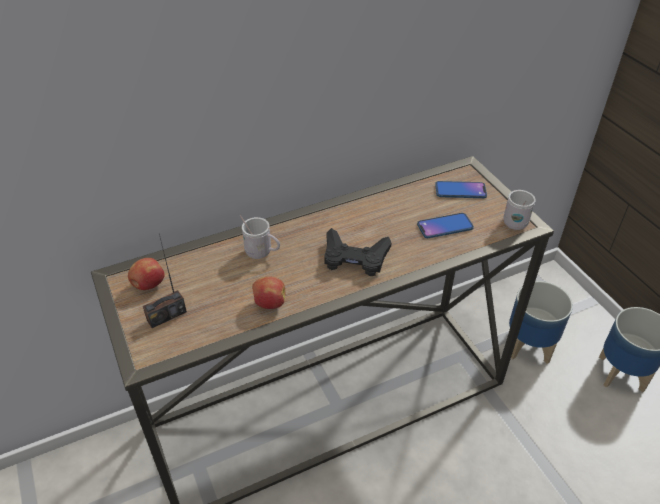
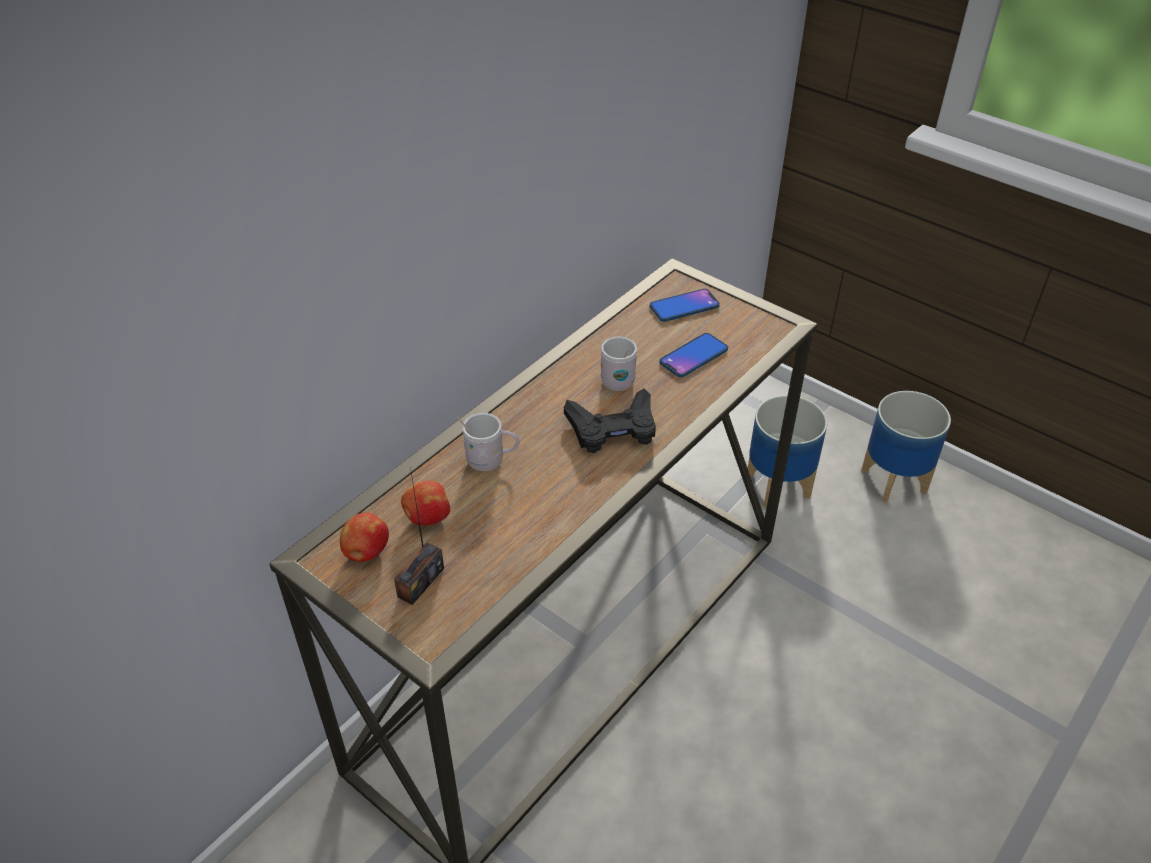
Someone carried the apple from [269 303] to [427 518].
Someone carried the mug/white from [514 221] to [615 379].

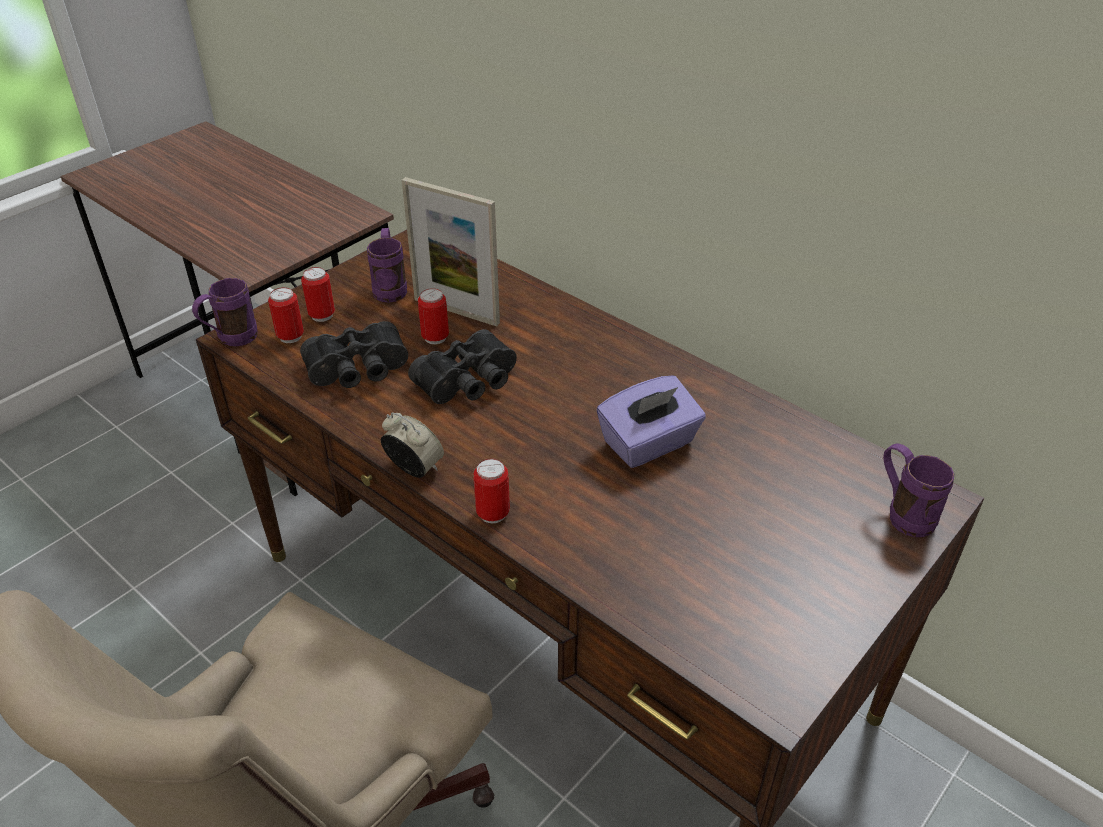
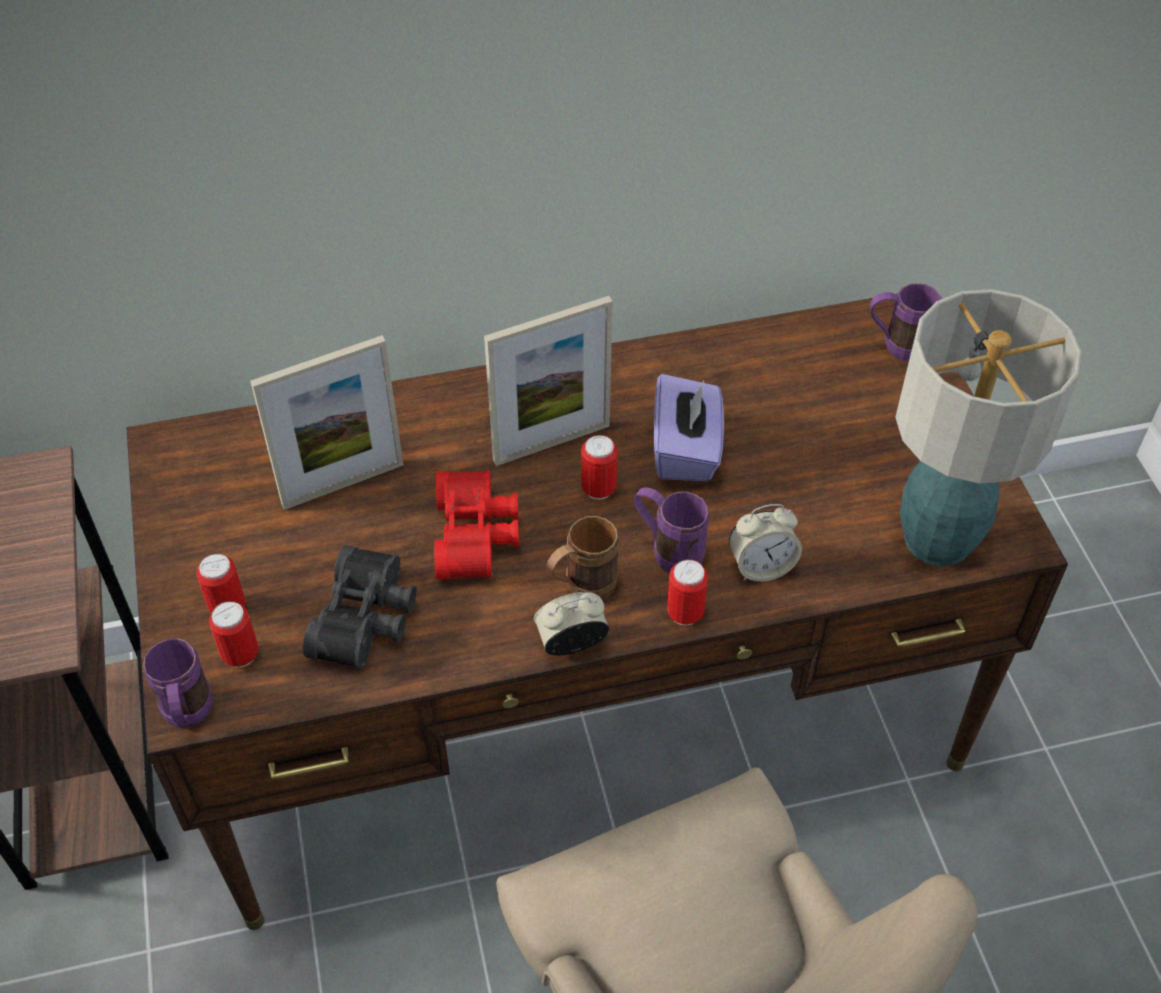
Someone repainted the binoculars/black at [470 383], which became the binoculars/red at [478 535].
Someone put down the picture frame at [551 443].
Someone put down the mug/brown at [581 588].
Someone carried the can from [435 338] to [598 489].
Someone carried the mug/purple from [390 287] to [668 551].
Someone put down the alarm clock at [761 566].
Someone put down the table lamp at [935 539].

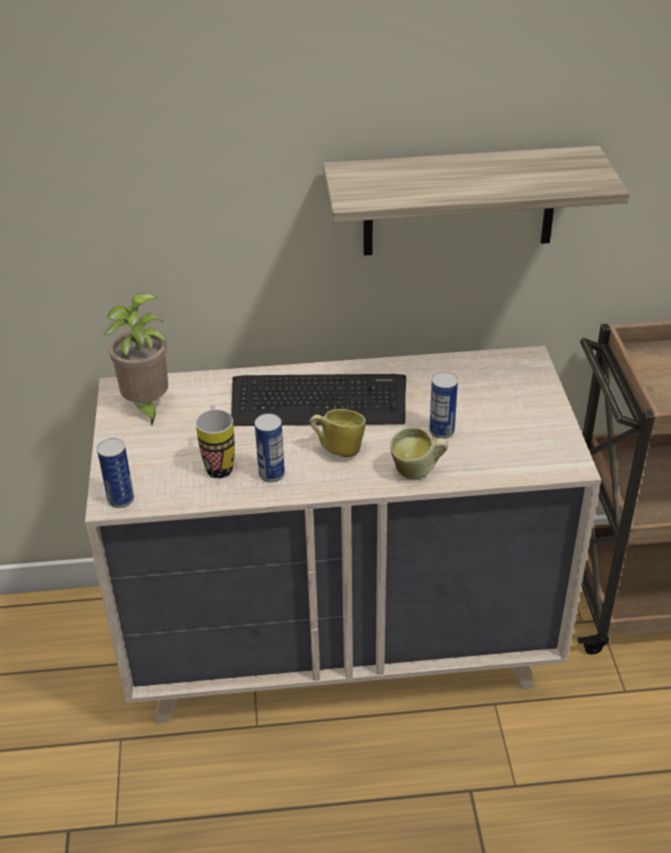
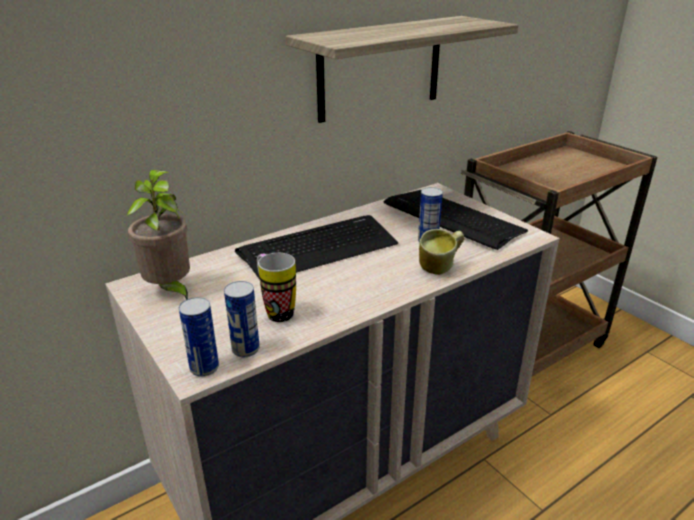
Someone carried the can from [271 474] to [245 349].
Someone put down the keyboard at [452 219].
Someone took away the mug at [338 449].

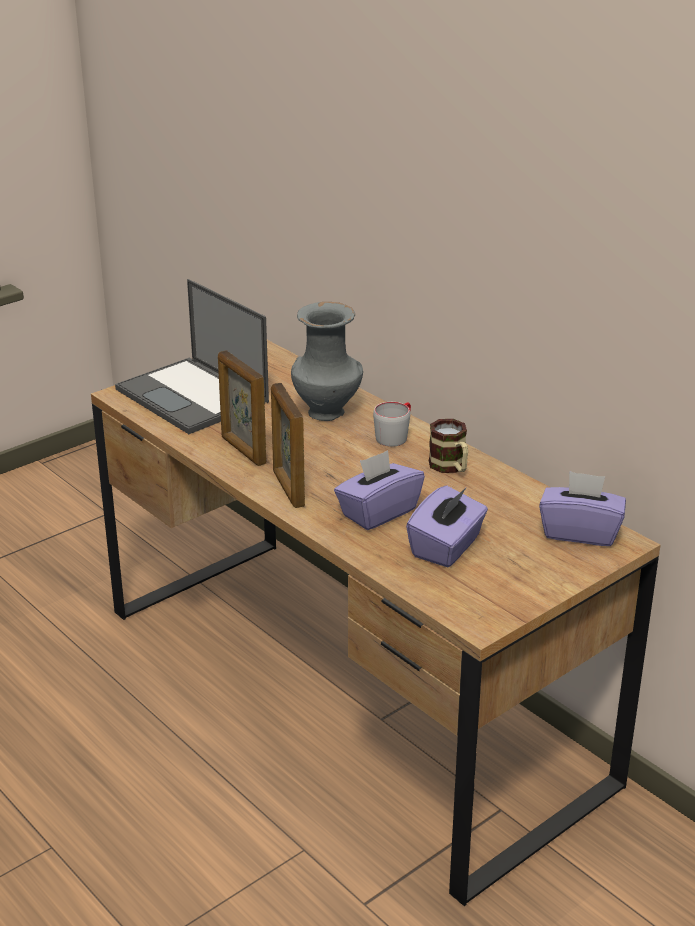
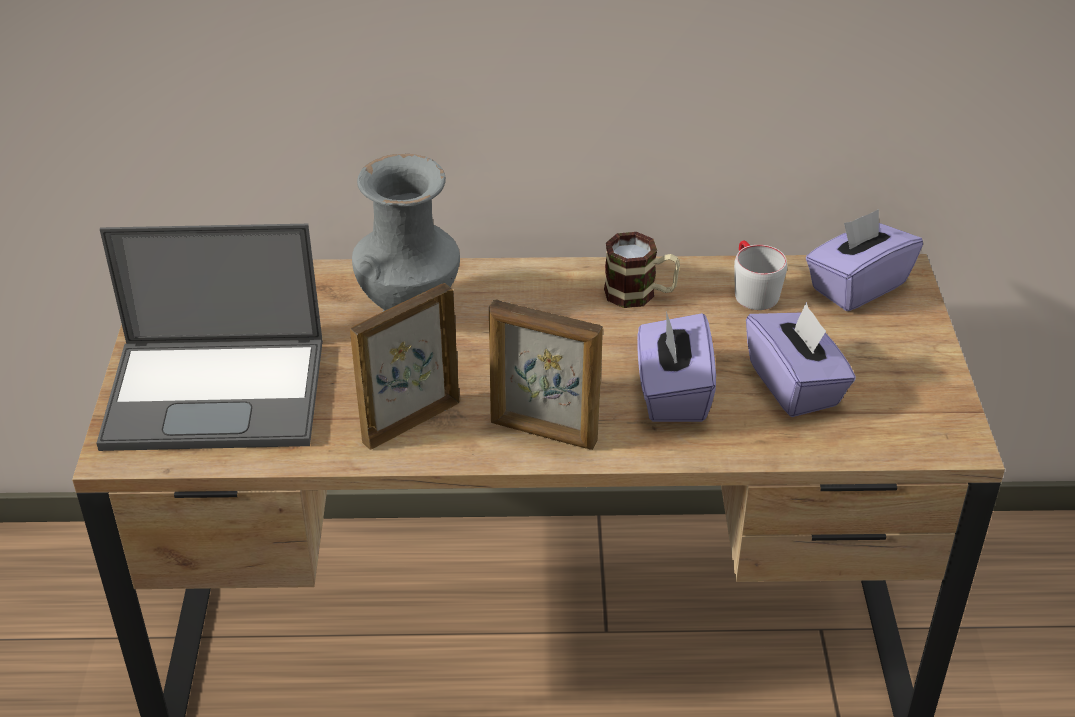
Someone rotated the picture frame at [243 450] by 135 degrees clockwise.
Someone carried the mug/grey from [395 435] to [751 290].

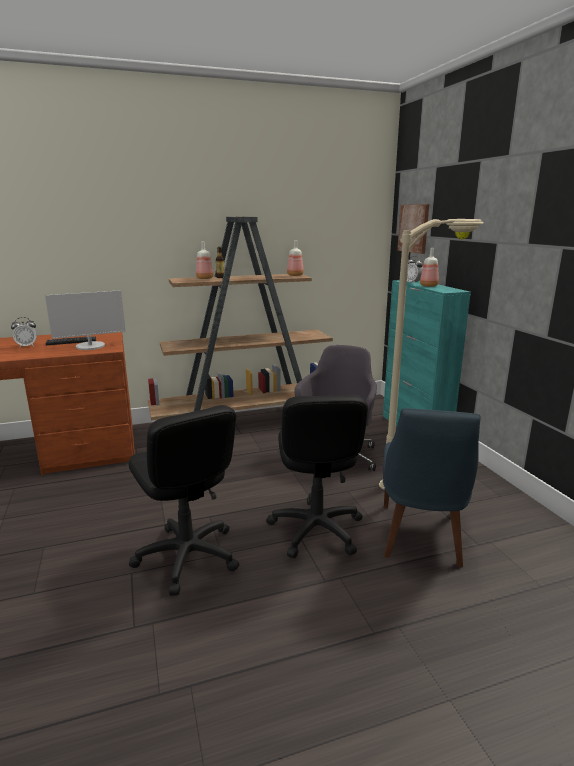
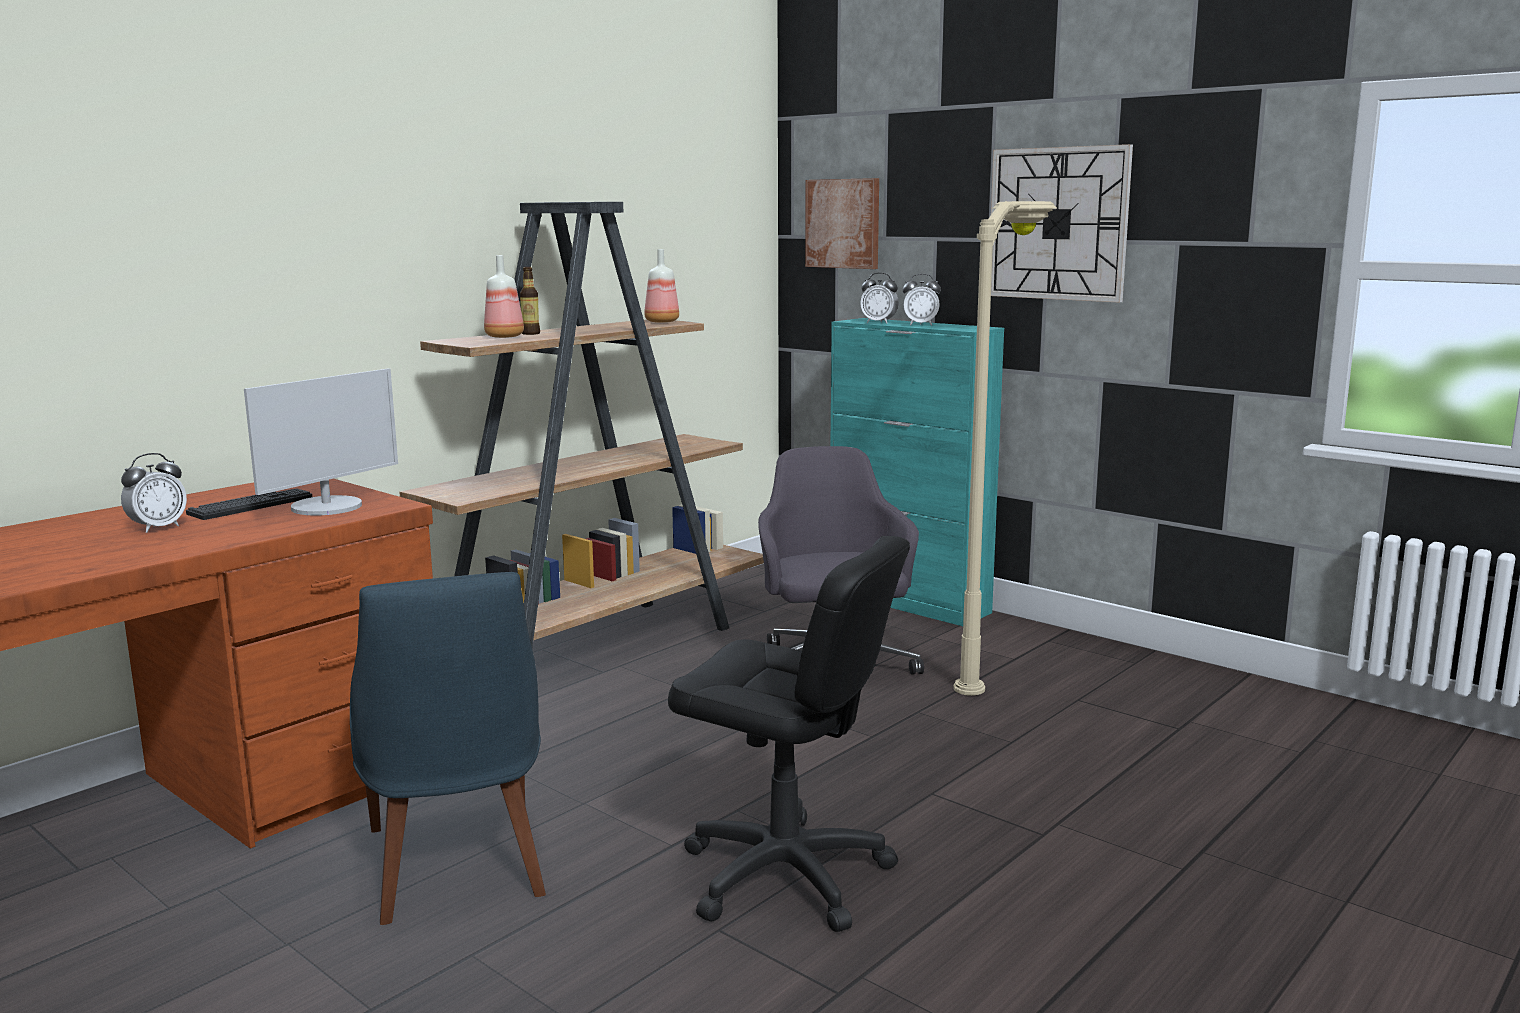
Someone carried the chair/blue from [420 537] to [456 866].
Someone swapped the bottle at [429 286] for the alarm clock at [920 325].
Someone put up the wall clock at [1058 224].
Someone took away the office chair/black at [316 530].

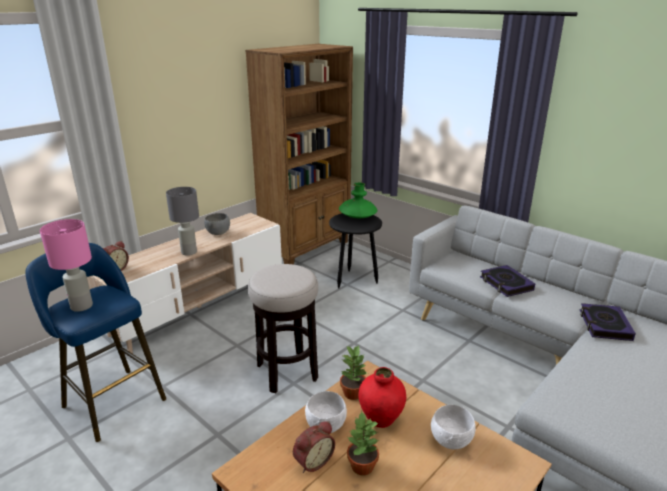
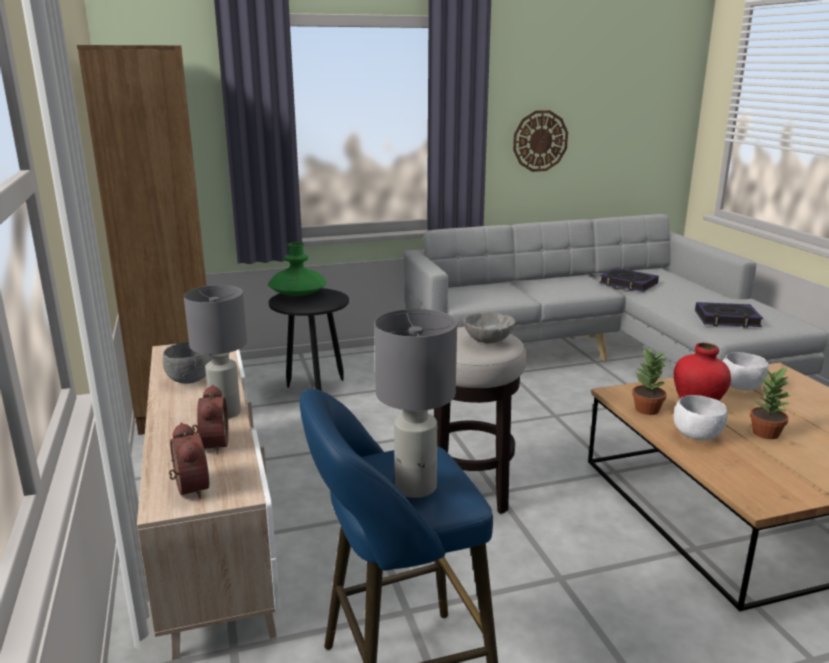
Someone carried the alarm clock from [312 461] to [212 445].
Someone repainted the table lamp/pink at [81 306], which became the table lamp/grey at [416 487].
Someone put down the bowl/grey at [488 341].
Someone put up the wall clock at [540 141].
Someone carried the book from [506 284] to [727 319].

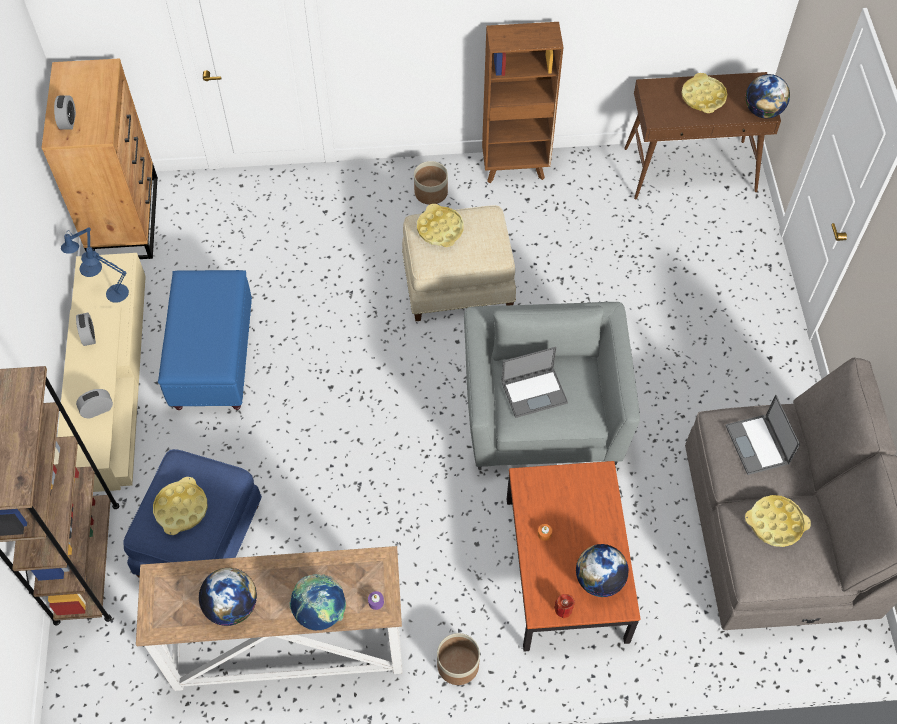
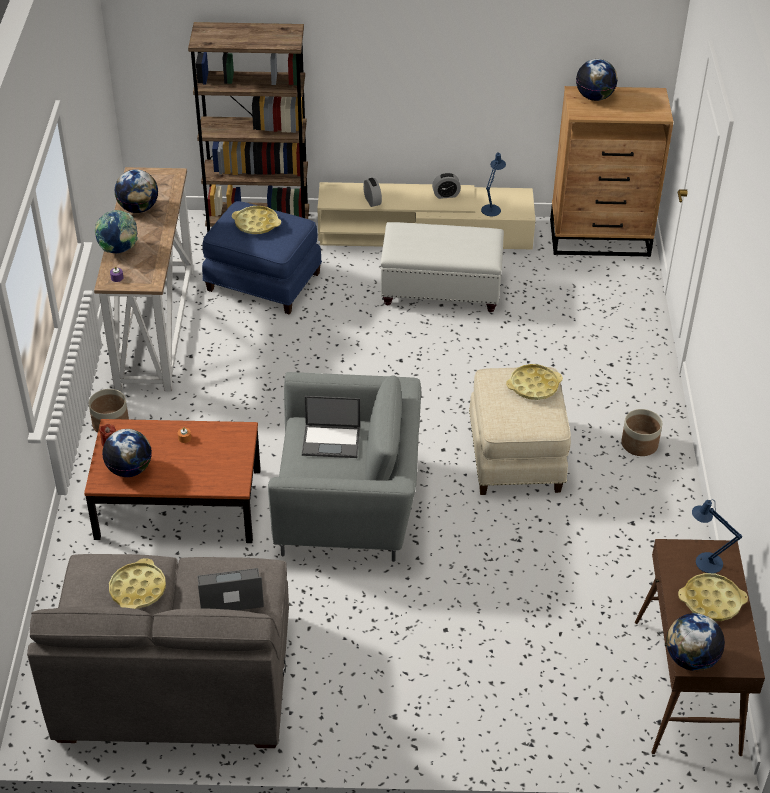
Someone rotated the laptop at [535 392] by 75 degrees counterclockwise.
Someone repainted the ottoman/blue at [213 357], which became the ottoman/white at [441 290].
Someone swapped the alarm clock at [68 121] for the globe at [594 97].
Someone carried the table lamp/blue from [89 270] to [705 561].
Someone took away the bookcase/brown at [515 168].

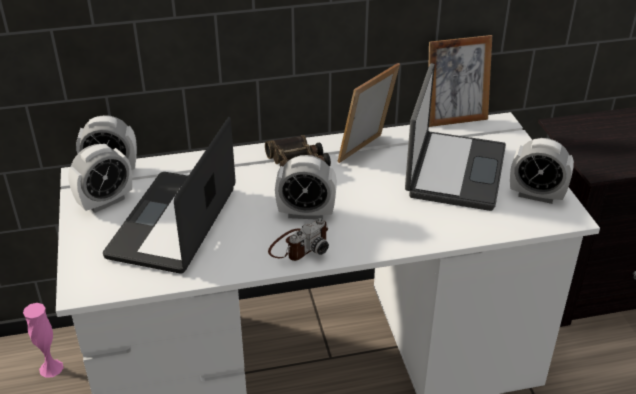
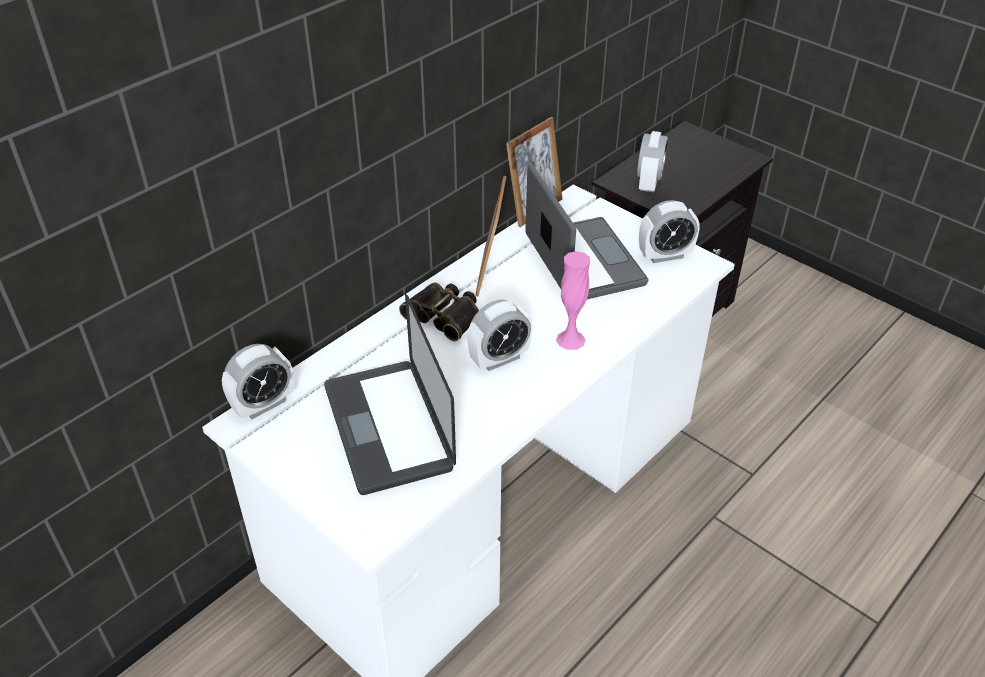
Someone carried the vase/pink from [51 368] to [570 340].
Someone carried the alarm clock from [105 201] to [648 183].
Someone took away the photo camera at [299 246].

